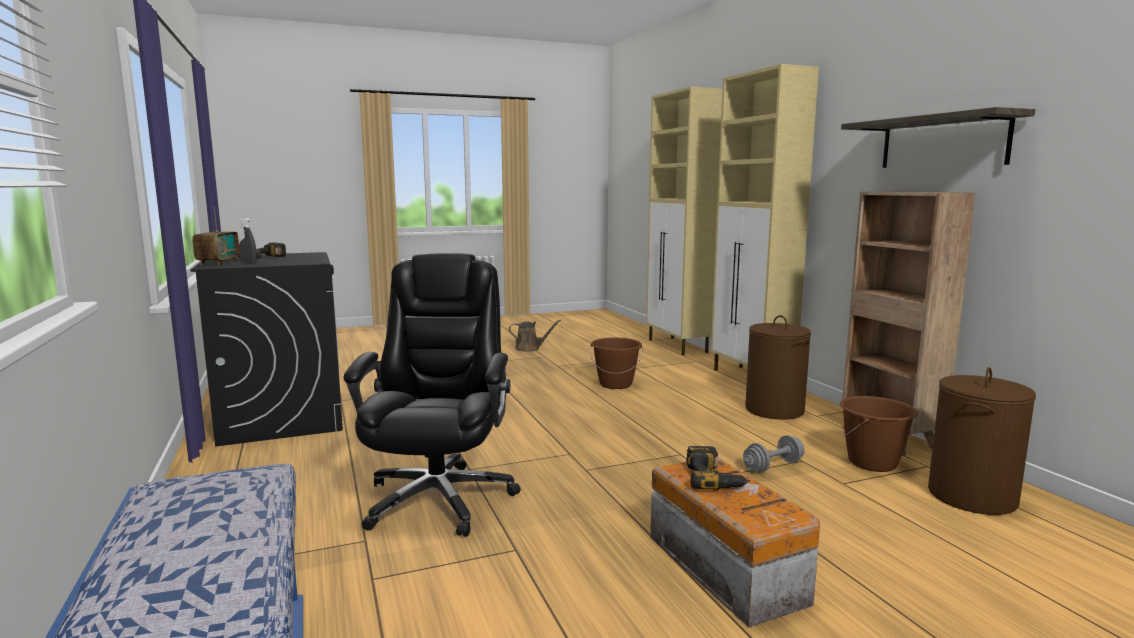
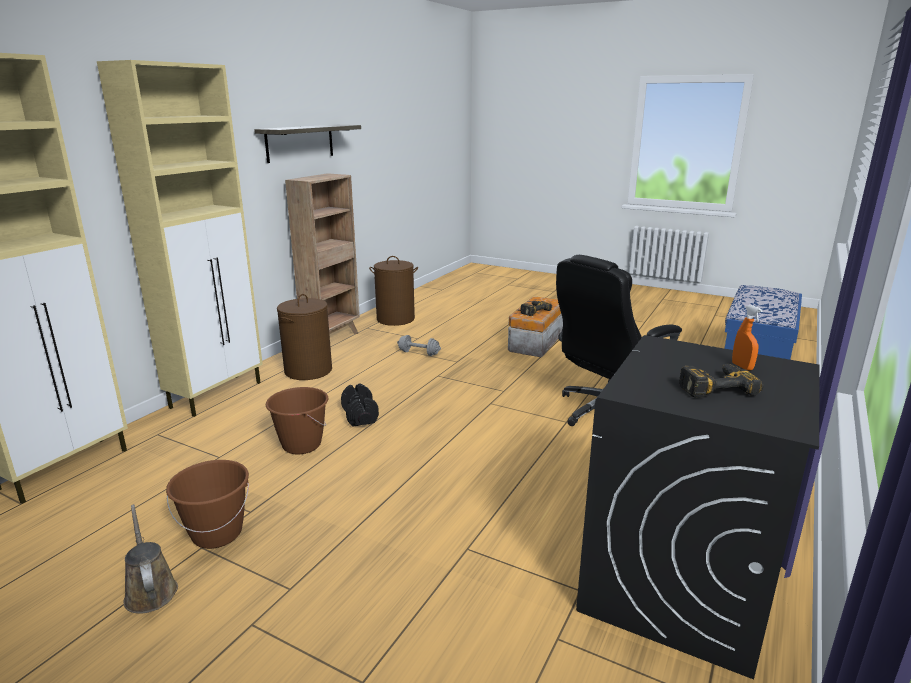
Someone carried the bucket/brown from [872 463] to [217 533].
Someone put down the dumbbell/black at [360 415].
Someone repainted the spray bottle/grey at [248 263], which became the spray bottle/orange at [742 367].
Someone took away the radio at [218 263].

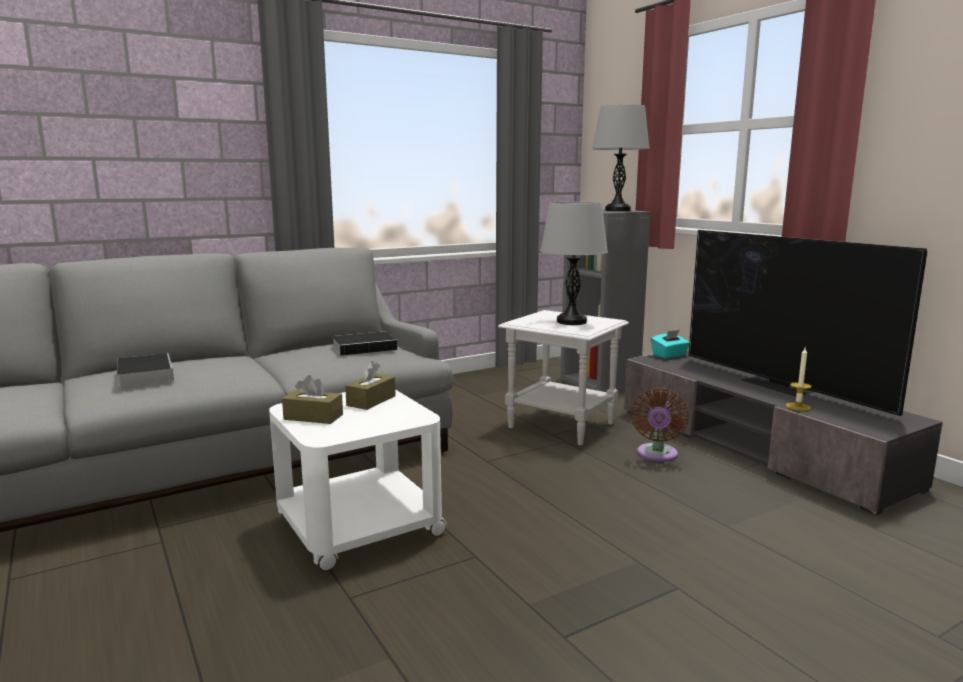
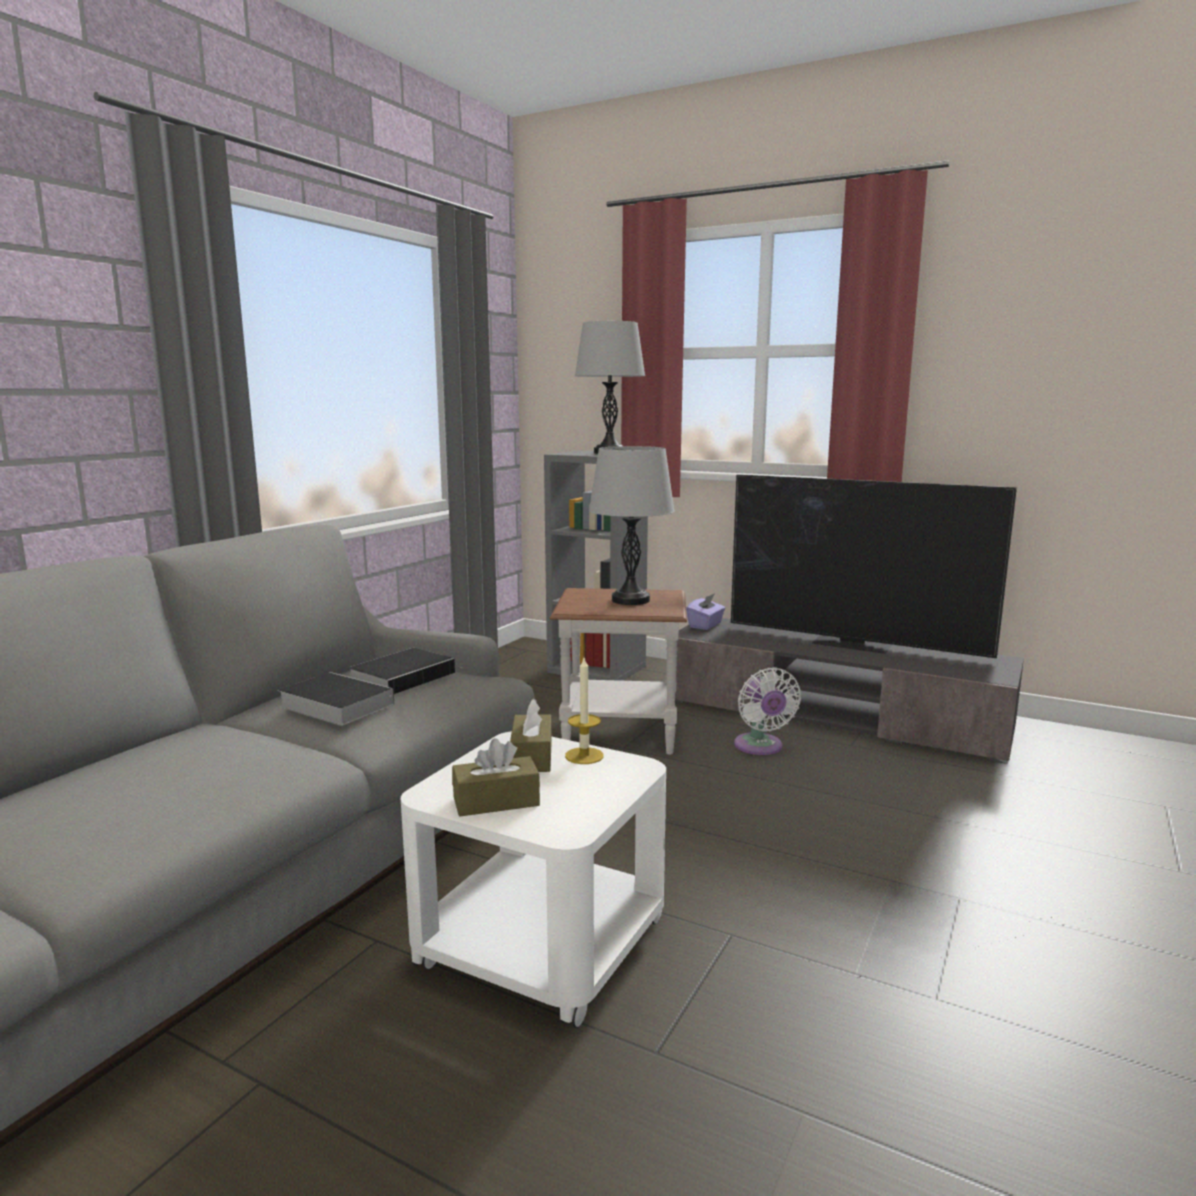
Someone carried the book from [145 374] to [333 705].
Someone repainted the side table/white at [562 425], which became the side table/brown at [621 733].
Someone carried the candle from [798 406] to [584 756].
Someone repainted the tissue box/turquoise at [669 355], which became the tissue box/purple at [705 625].
Someone repainted the fan/brown at [656 455], which became the fan/white at [760 747].

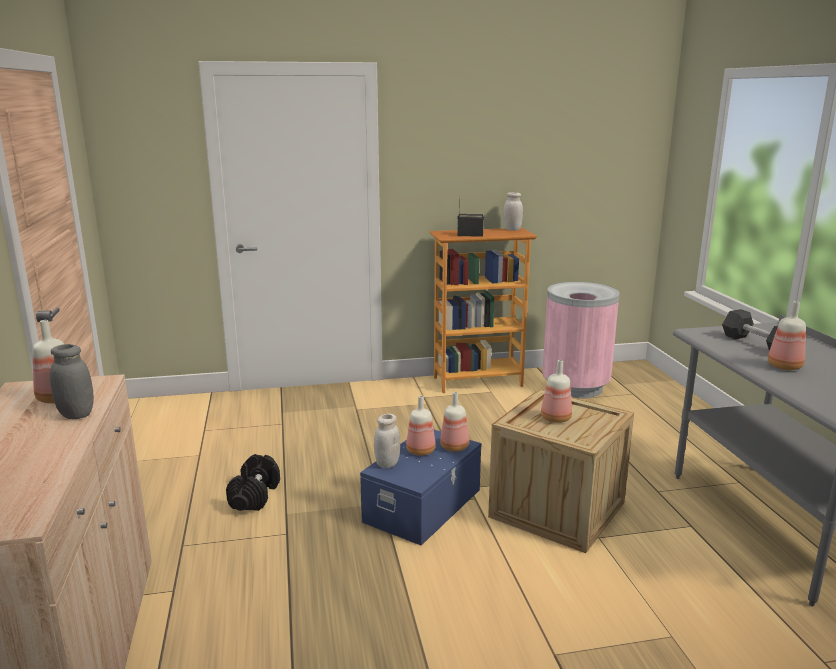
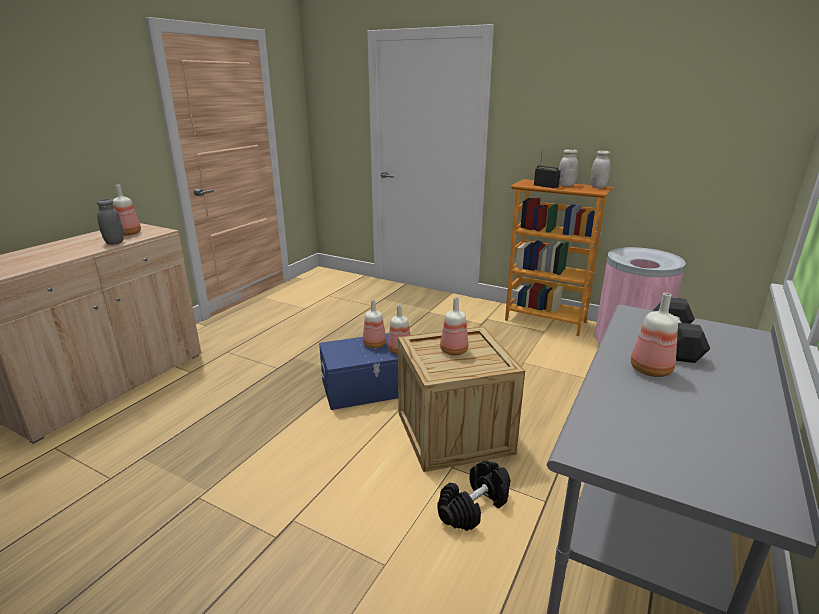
Someone carried the dumbbell/black from [255 496] to [474 507].
Someone carried the jar/white from [387 463] to [566 185].

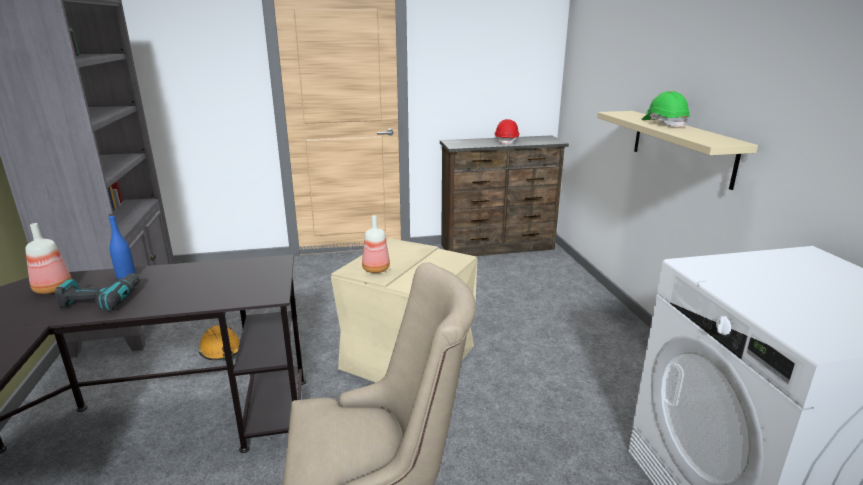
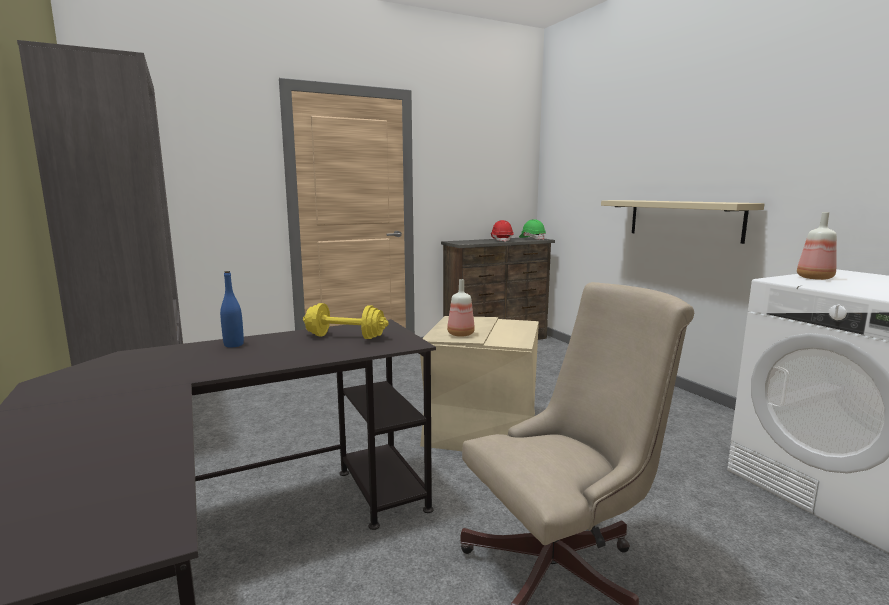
Someone put down the dumbbell/yellow at [345 337].
Someone carried the hard hat/green from [664 124] to [532 238].
Someone carried the bottle from [52 289] to [814 278].
Someone took away the power drill at [102 299].
Someone took away the hard hat/orange at [221 350].

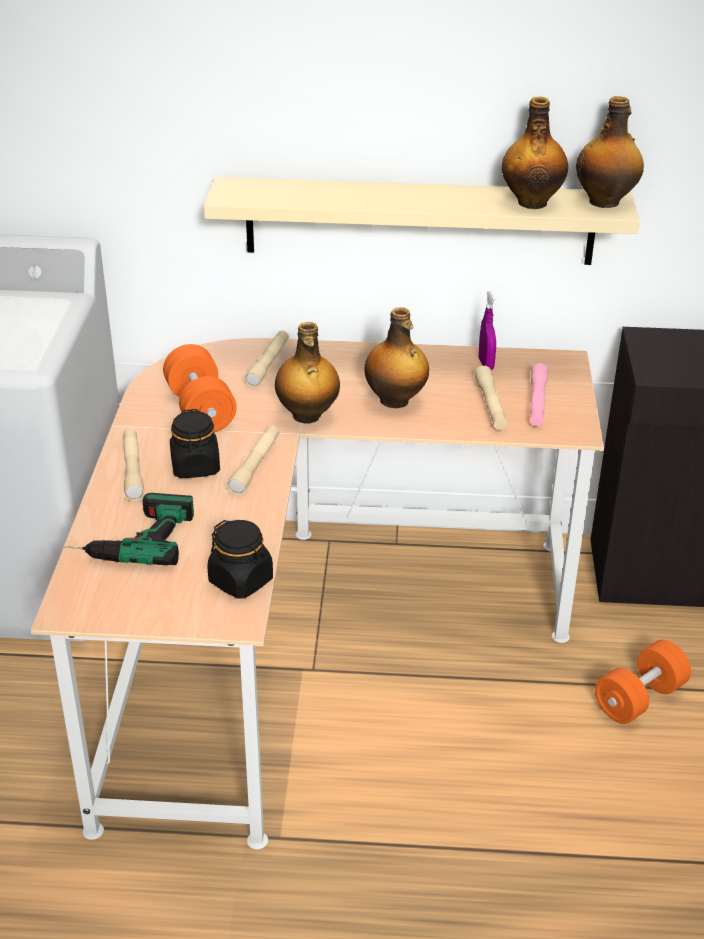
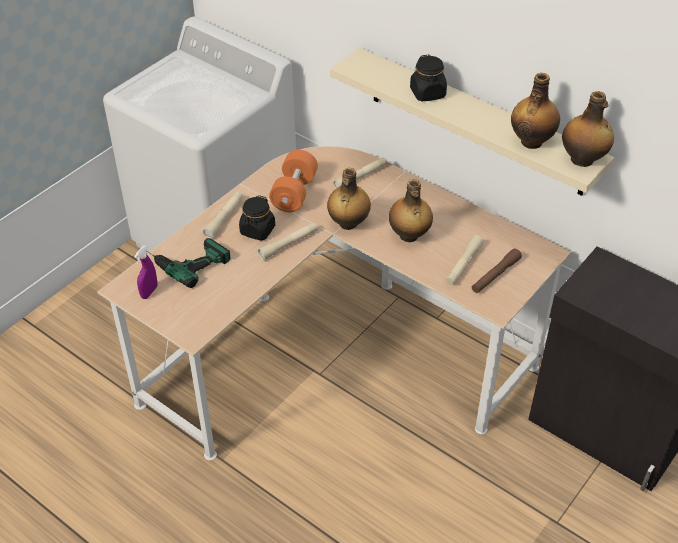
Someone carried the spray bottle/purple from [486 364] to [149 292].
Someone carried the jar/black from [241 581] to [427 93].
Someone repainted the flashlight/pink at [537 402], which became the flashlight/brown at [495 275].
Someone took away the dumbbell/orange at [639 698].

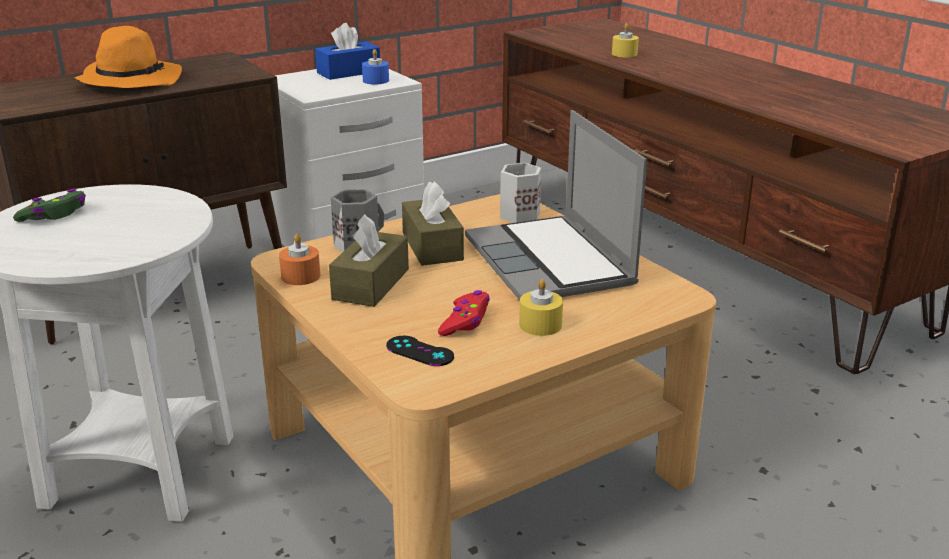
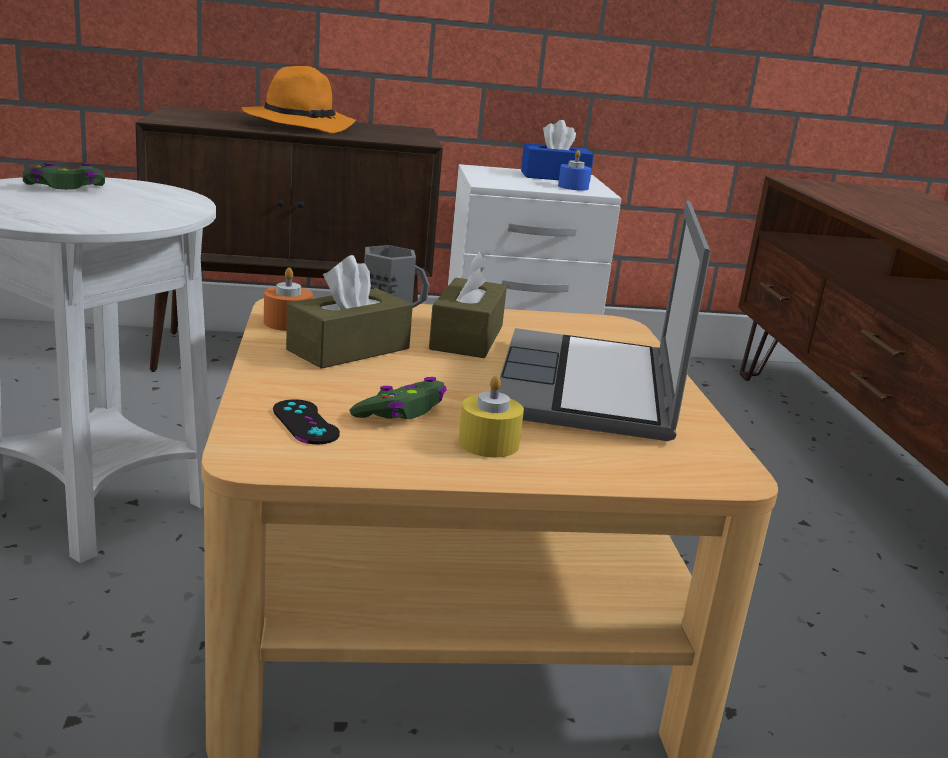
Someone repainted the game controller/red at [465 321], which became the game controller/green at [401 412].
Someone took away the mug/white at [518 215].
Someone took away the candle/yellow at [624 54].

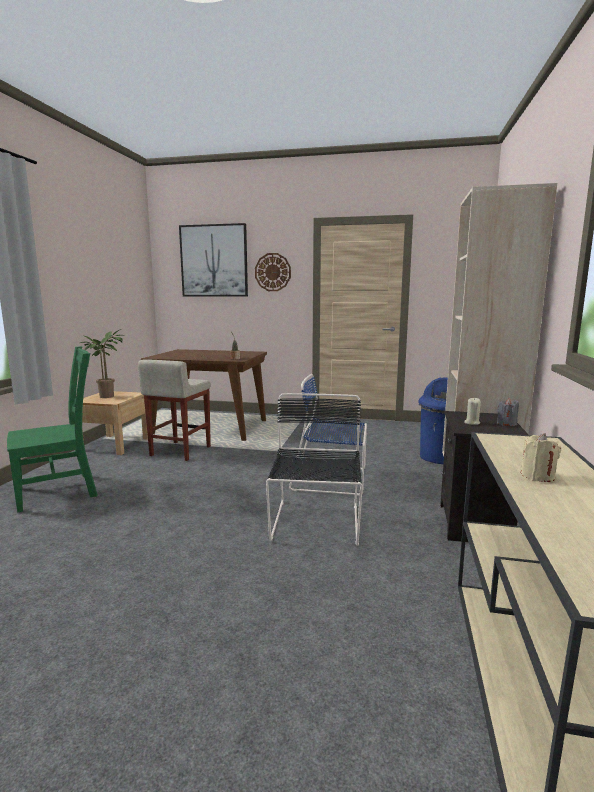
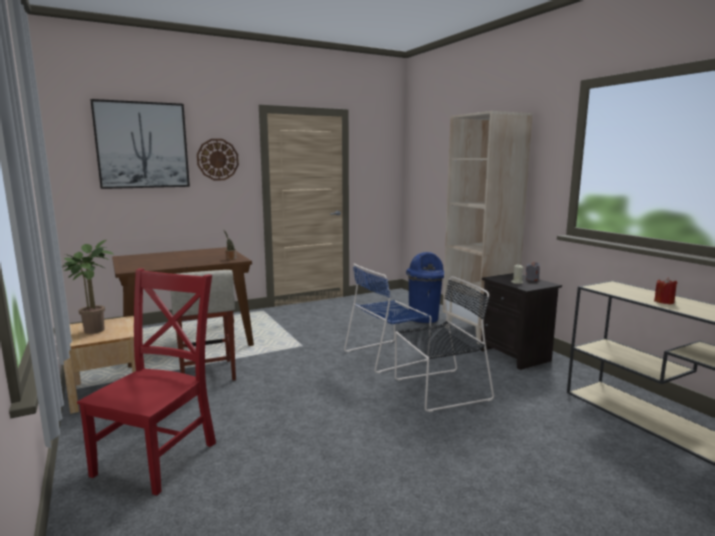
Someone repainted the chair/green at [61 491], which became the chair/red at [160 456].
Someone rotated the chair/black at [315 524] by 105 degrees clockwise.
Someone repainted the candle/beige at [537 476], which became the candle/red at [664 302].

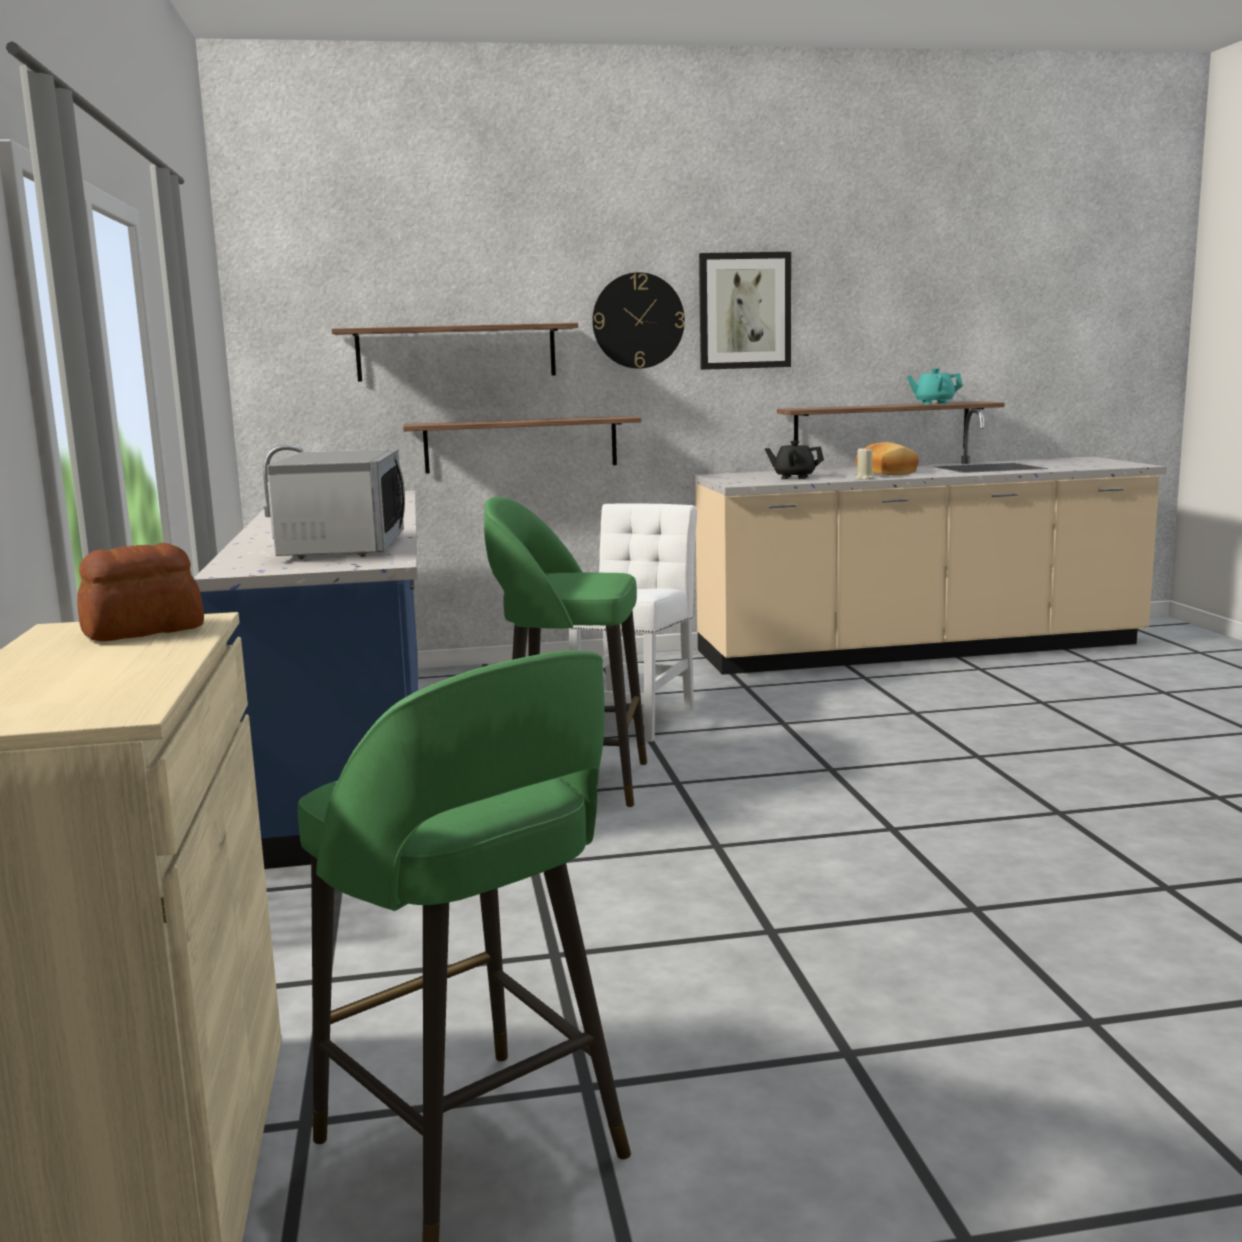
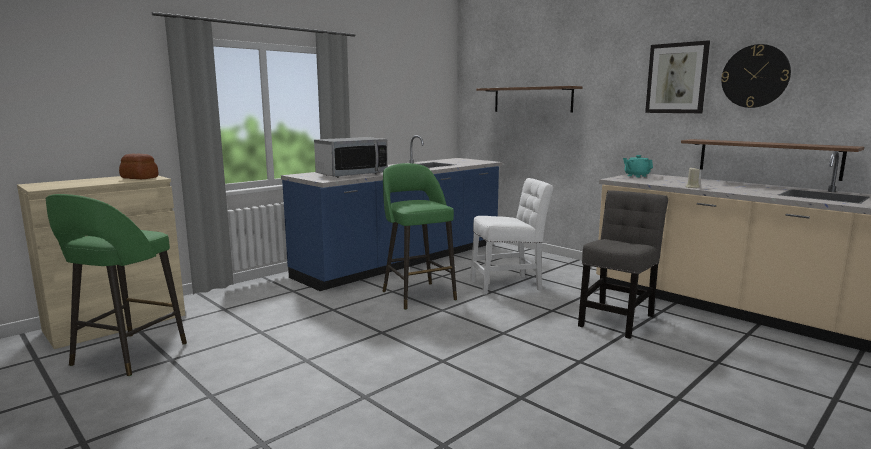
Someone put down the chair/grey at [617 319].
Someone carried the teapot/turquoise from [933 403] to [636 176].
Someone carried the wall clock from [638 320] to [755 76].
Someone took away the shelf at [521 444].
Someone took away the teapot/black at [794 477].
Someone took away the bread at [887 473].

